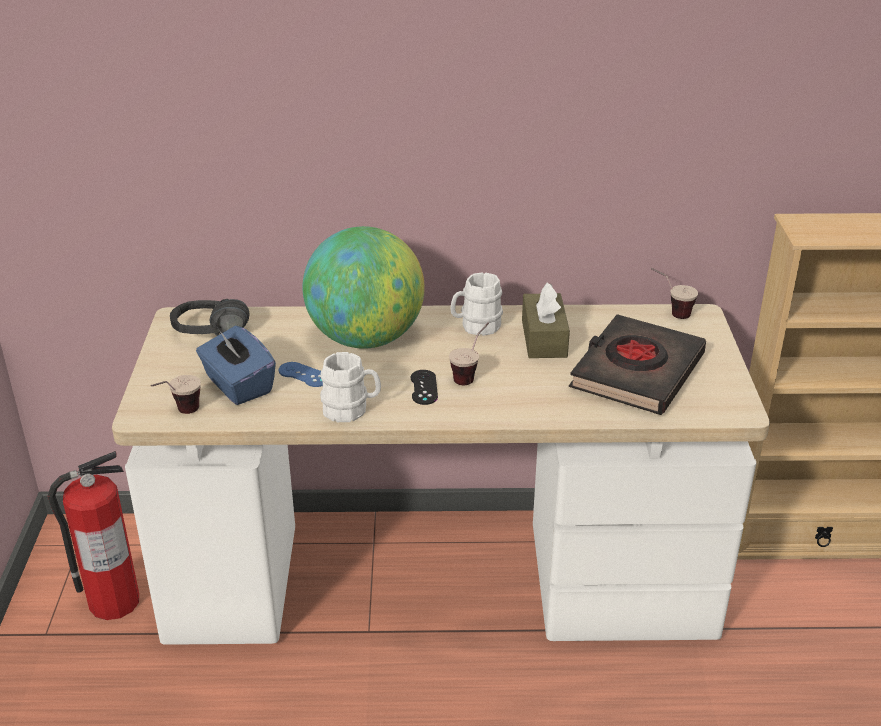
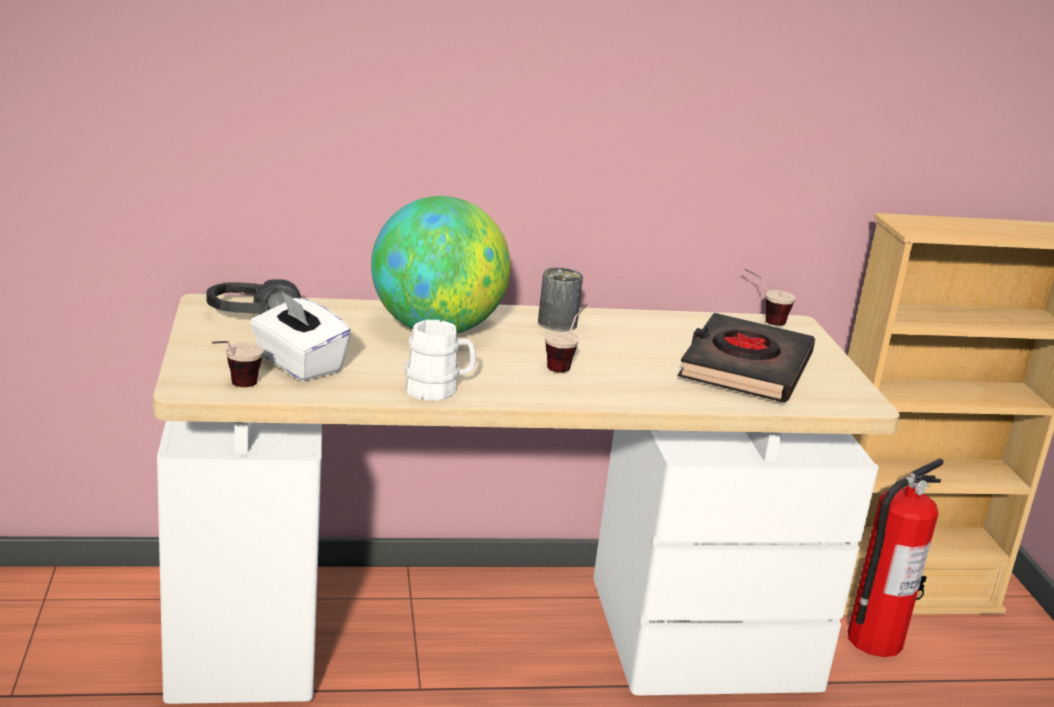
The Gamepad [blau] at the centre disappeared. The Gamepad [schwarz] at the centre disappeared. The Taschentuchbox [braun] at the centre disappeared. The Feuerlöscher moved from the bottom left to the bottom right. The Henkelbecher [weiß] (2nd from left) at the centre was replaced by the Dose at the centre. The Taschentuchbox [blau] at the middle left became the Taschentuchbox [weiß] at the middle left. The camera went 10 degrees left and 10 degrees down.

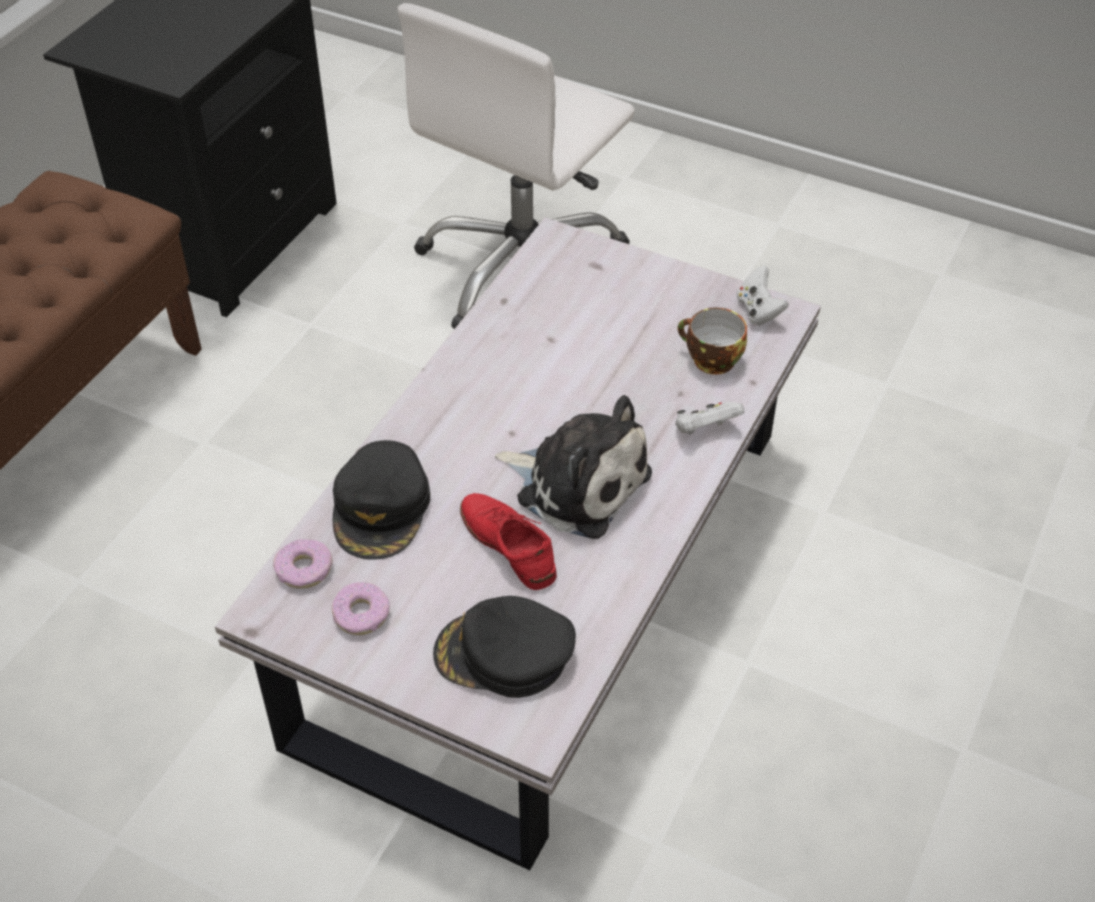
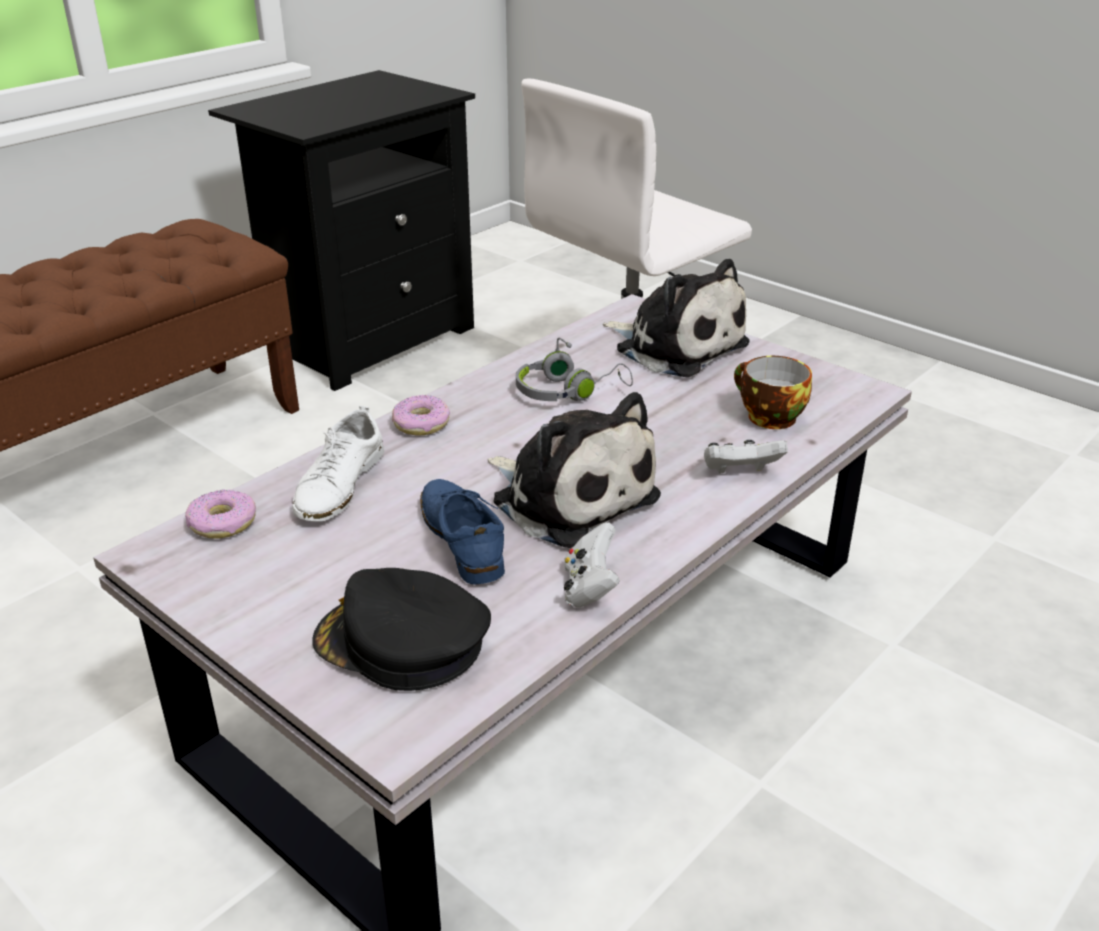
The Kopfhörer [grau] at the centre appeared. The Plüschtier (2nd from left) at the centre appeared. The Donut (2nd from left) moved from the bottom left to the centre. The Gamepad [weiß] (2nd from left in the first image) moved from the top right to the centre. The Kappe [schwarz] (1st from left) at the centre was replaced by the Schuh [weiß] at the middle left. The Schuh [rot] at the centre became the Schuh [blau] at the centre. The camera went 15 degrees right and 15 degrees down.

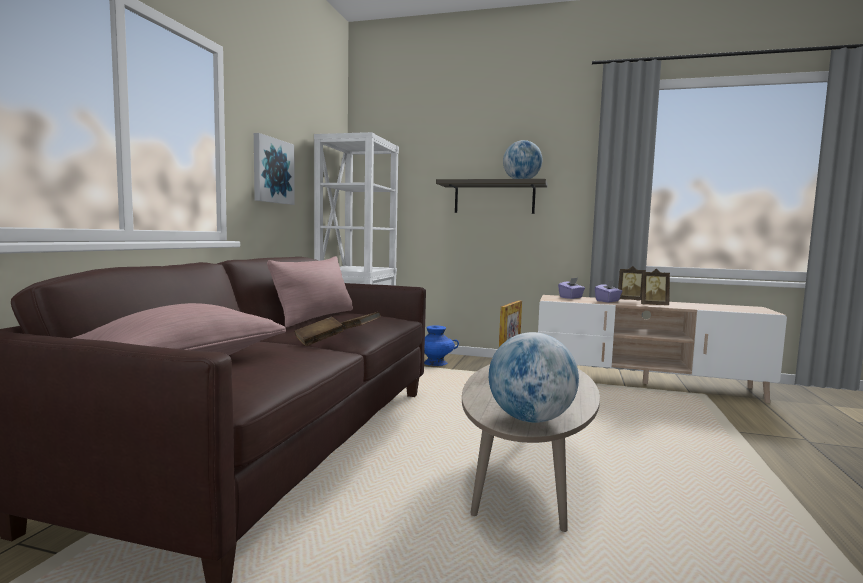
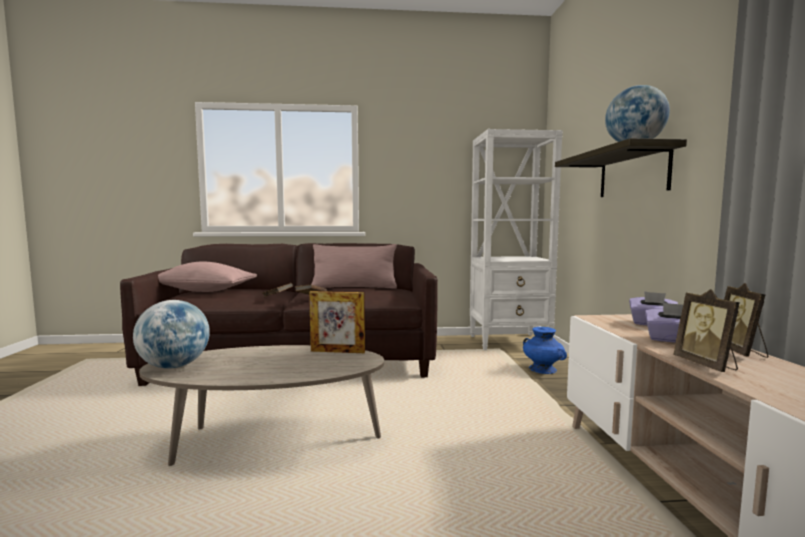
The Bild at the top left disappeared. The camera went 70 degrees right and 0 degrees up.

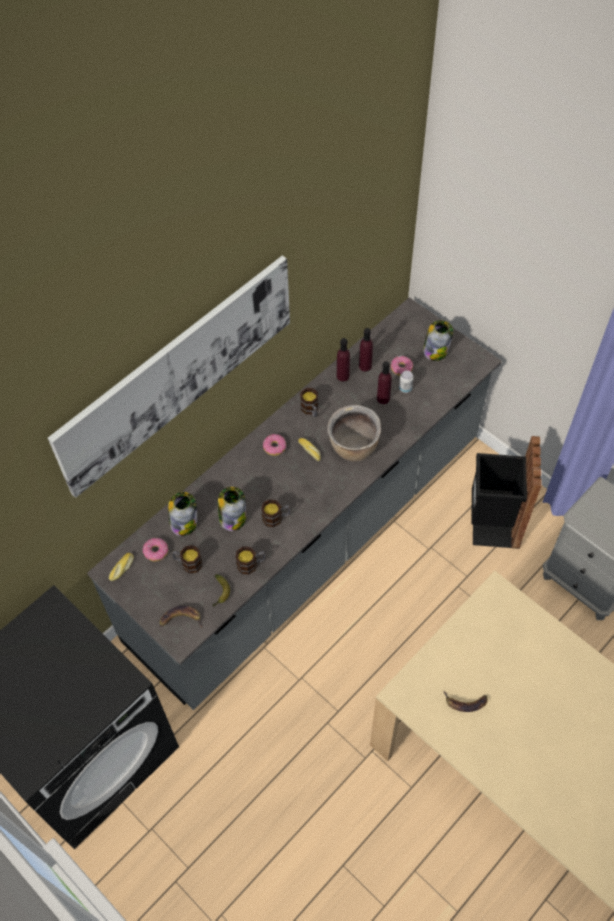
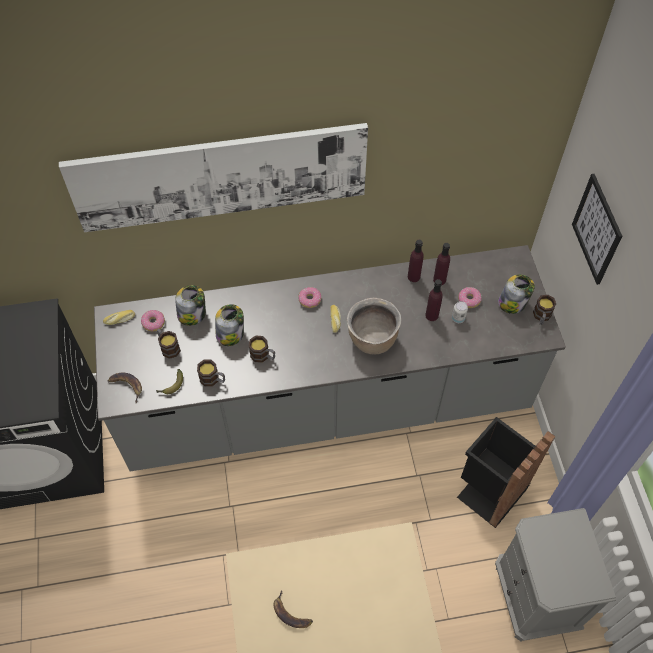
The Bild (2nd from left) at the middle right appeared. The Henkelbecher (4th from left) moved from the centre to the middle right. The camera went 35 degrees right and 0 degrees up.

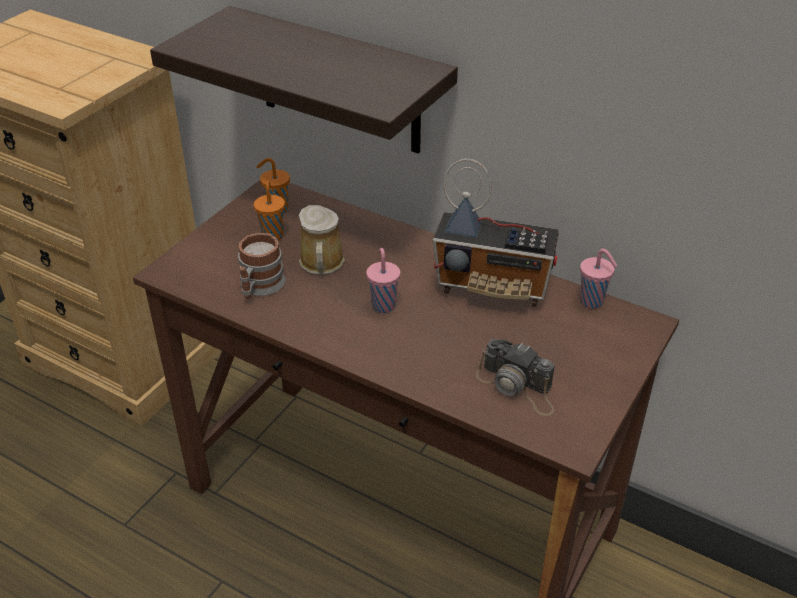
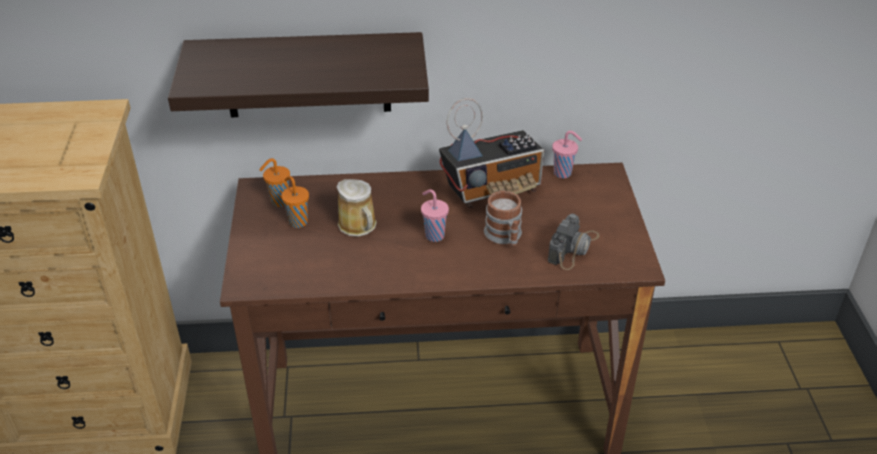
The Henkelbecher (1st from left in the first image) moved from the middle left to the centre. The Kamera at the centre turned 60 degrees counterclockwise. The camera went 35 degrees left and 0 degrees up.

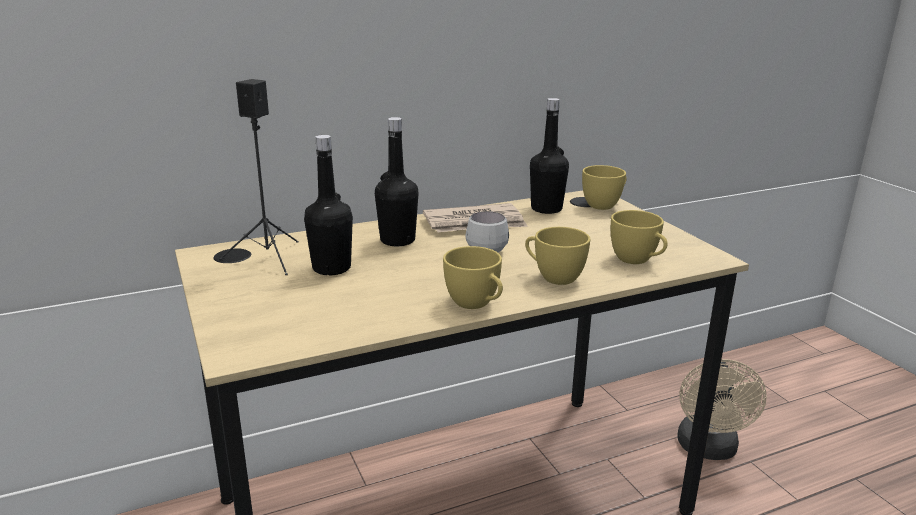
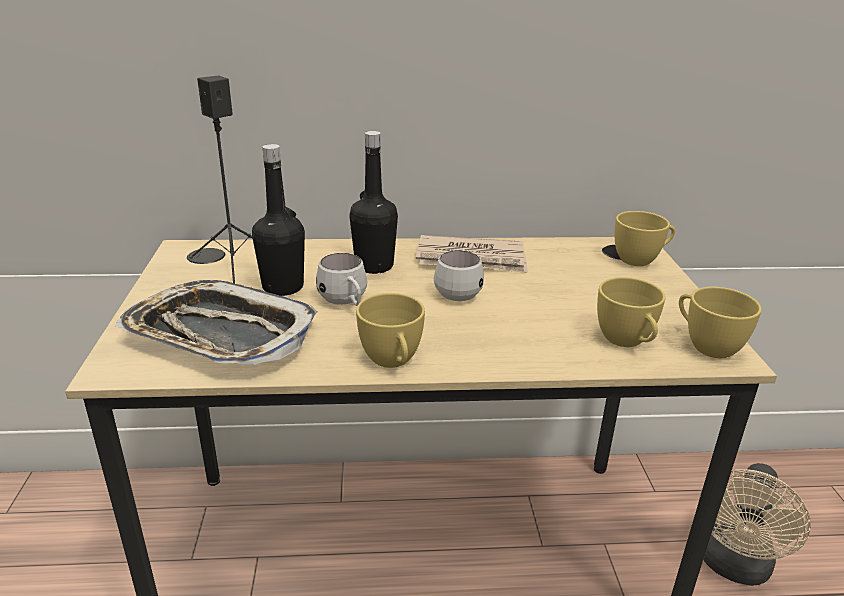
The Flasche [schwarz] (3rd from left) at the top centre disappeared. The Tablett at the middle left appeared. The Henkelbecher [weiß] (1st from left) at the centre appeared. The Tasse [gelb] (2nd from left in the first image) moved from the centre to the middle right. The camera went 20 degrees right and 5 degrees up.

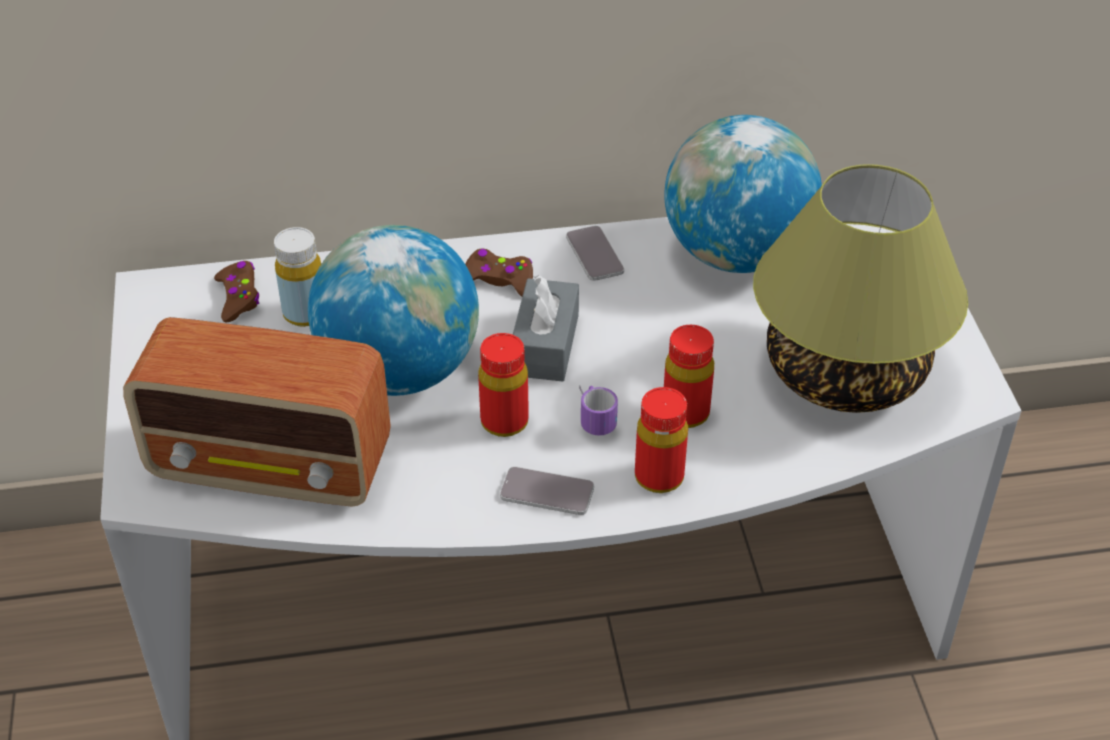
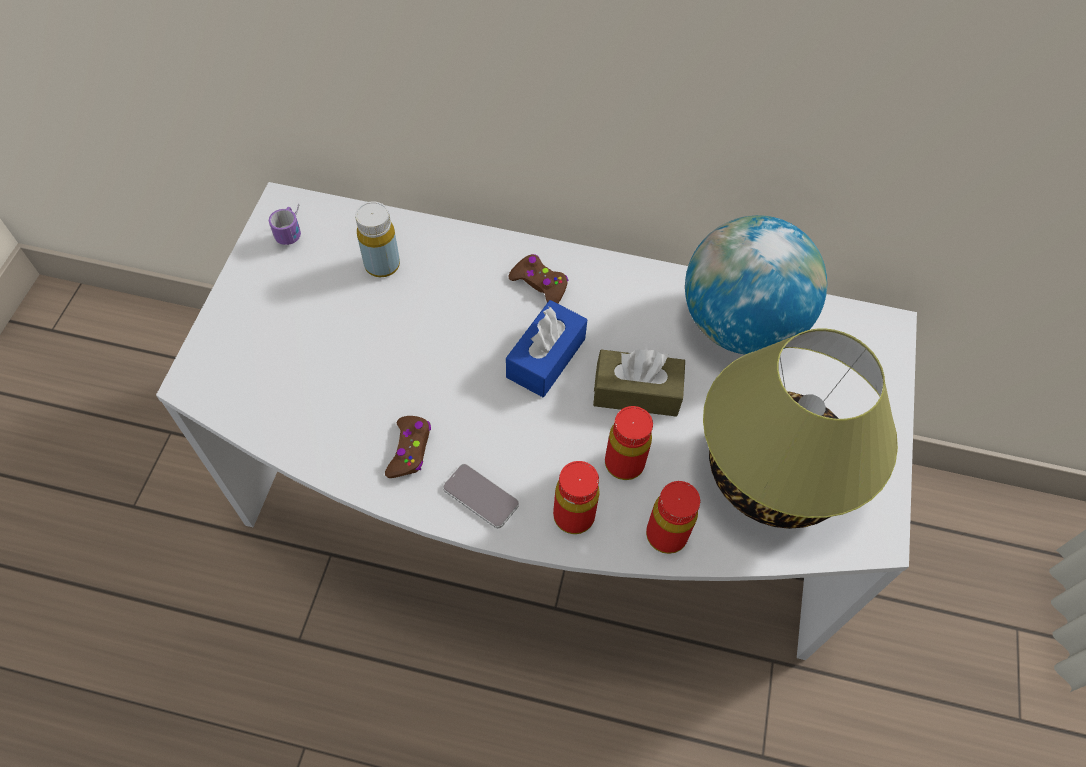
The Radio at the middle left disappeared. The Globus (1st from left) at the centre disappeared. The Handy (2nd from left) at the centre disappeared. The Taschentuchbox [braun] at the centre appeared. The Gamepad [braun] (1st from left) moved from the middle left to the centre. The Flasche [rot] (1st from left in the first image) moved from the centre to the bottom centre. The Henkelbecher moved from the centre to the top left. The Taschentuchbox [grau] at the centre became the Taschentuchbox [blau] at the centre. The camera went 20 degrees right and 15 degrees up.

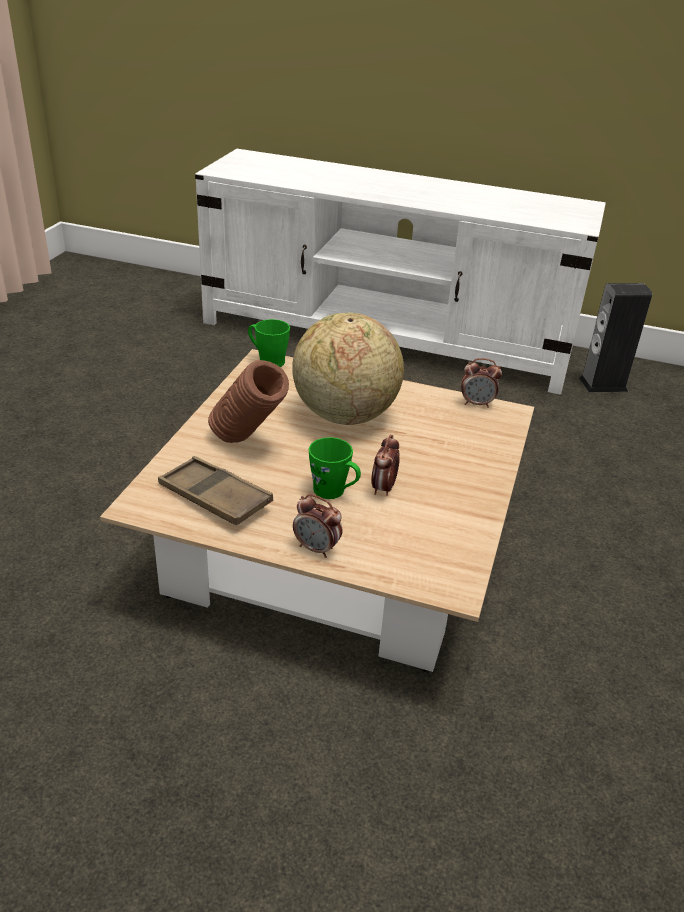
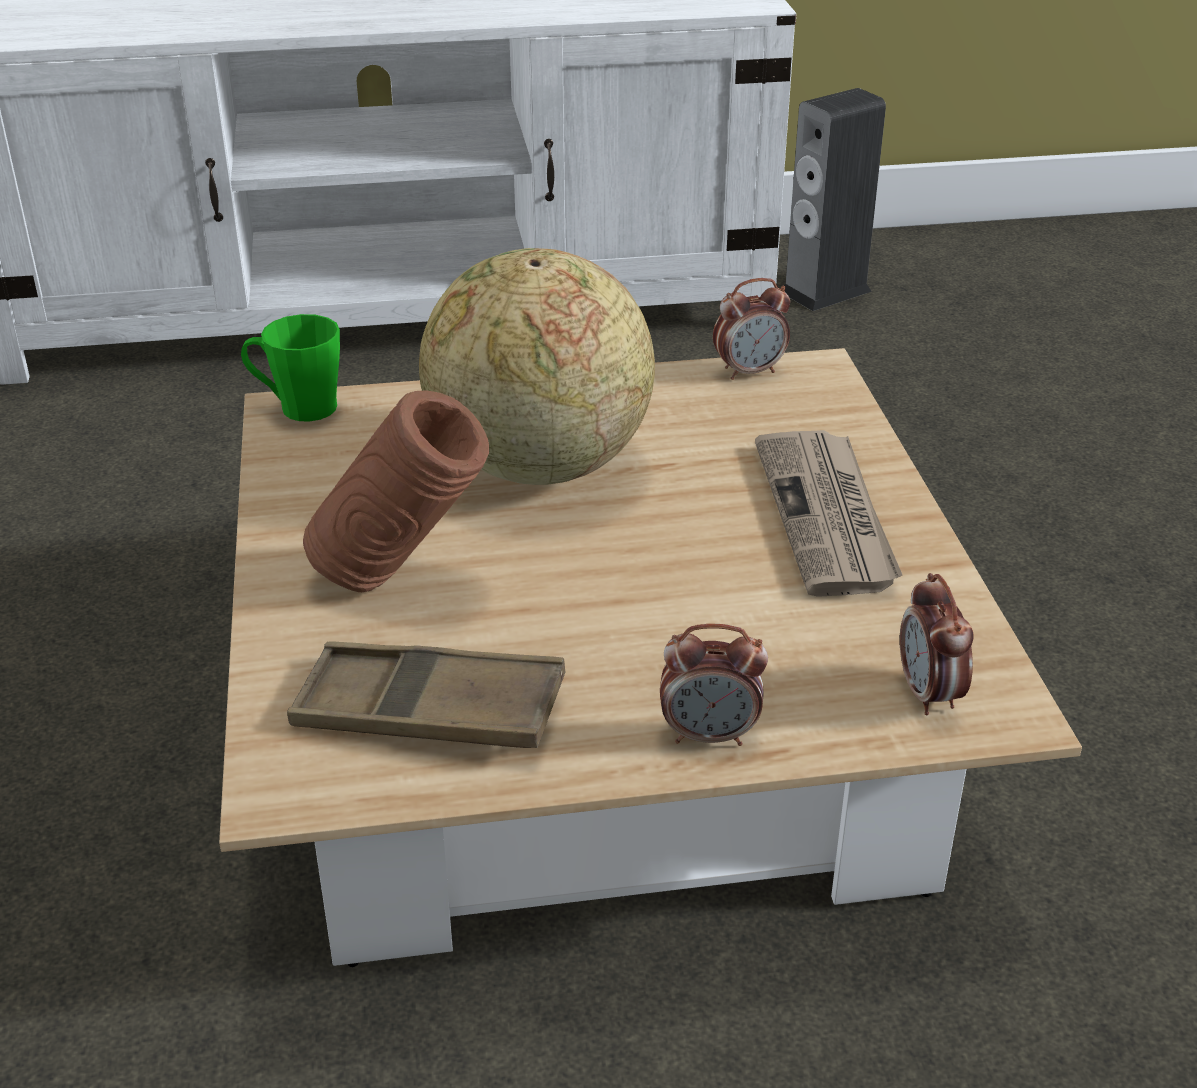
The Henkelbecher [grün] (2nd from left) at the centre disappeared. The Zeitung at the middle right appeared. The Wecker (2nd from left in the first image) moved from the centre to the middle right. The camera went 25 degrees left and 0 degrees up.

